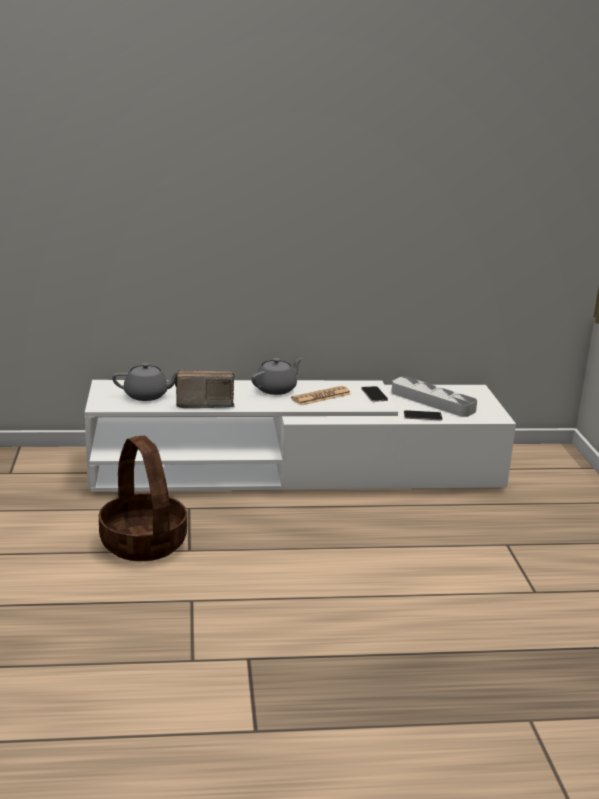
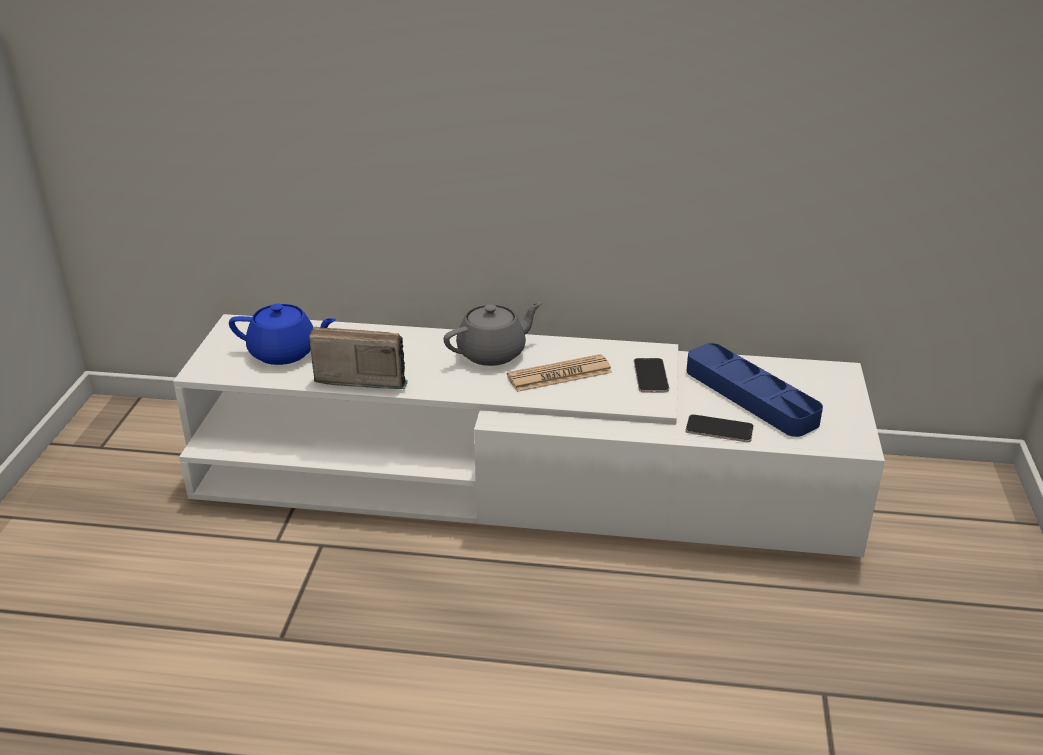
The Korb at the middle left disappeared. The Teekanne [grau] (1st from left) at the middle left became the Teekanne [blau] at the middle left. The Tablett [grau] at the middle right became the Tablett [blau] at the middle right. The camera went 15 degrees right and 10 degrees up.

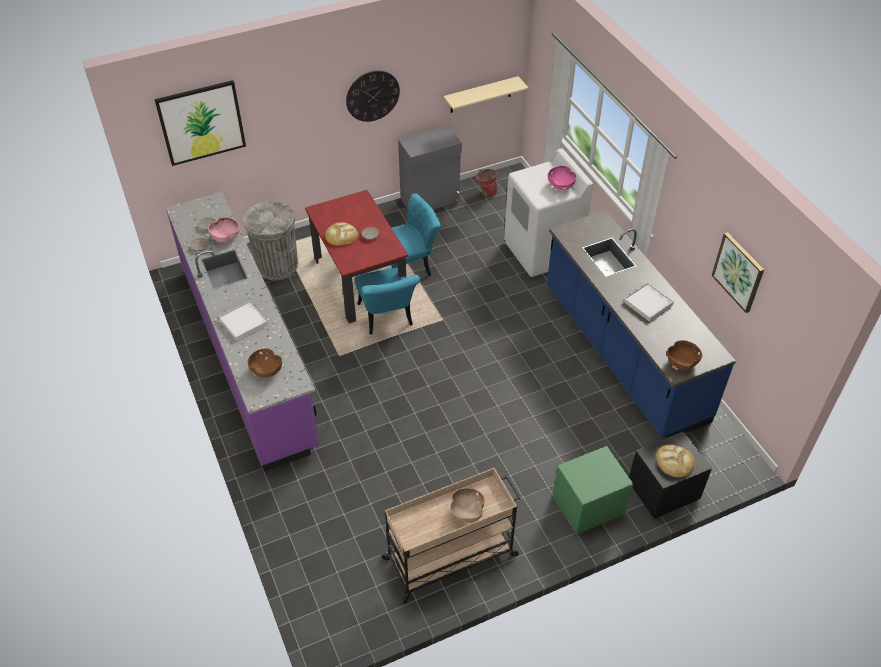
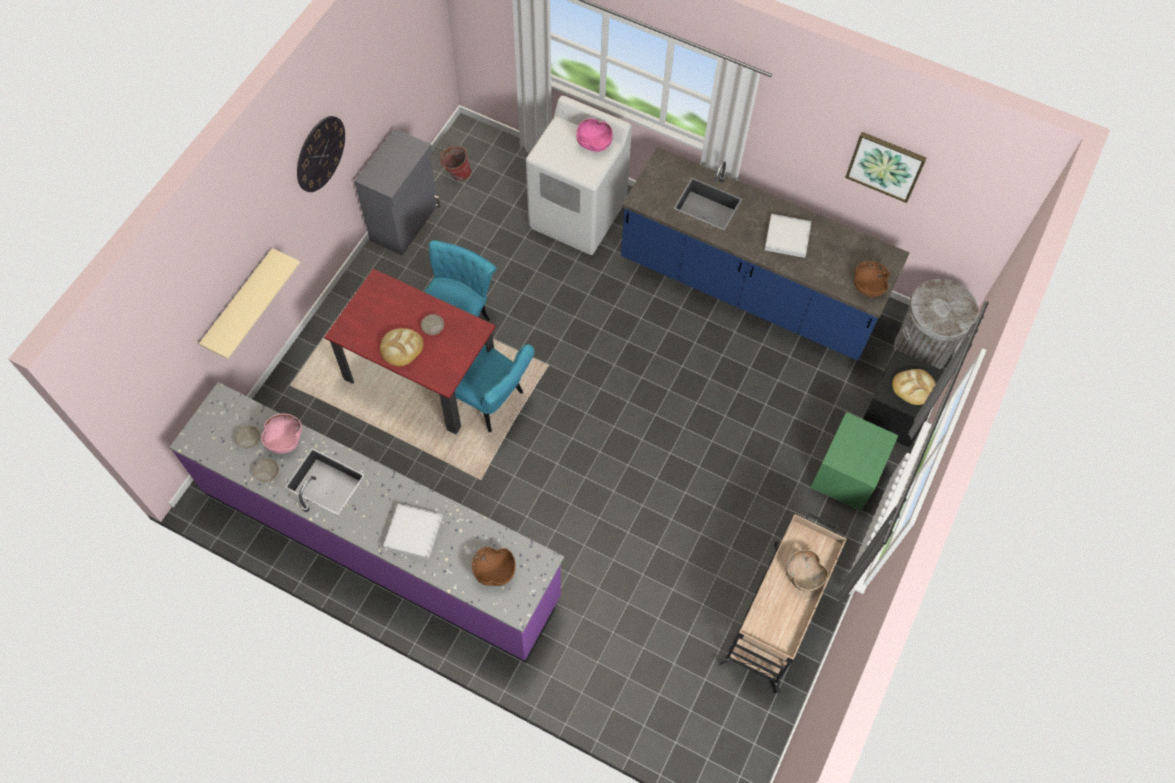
The Bild (1st from left) at the top left disappeared. The Mülleimer [grau] moved from the middle left to the middle right. The Wandregal [beige] moved from the top centre to the middle left. The camera went 40 degrees left and 15 degrees up.

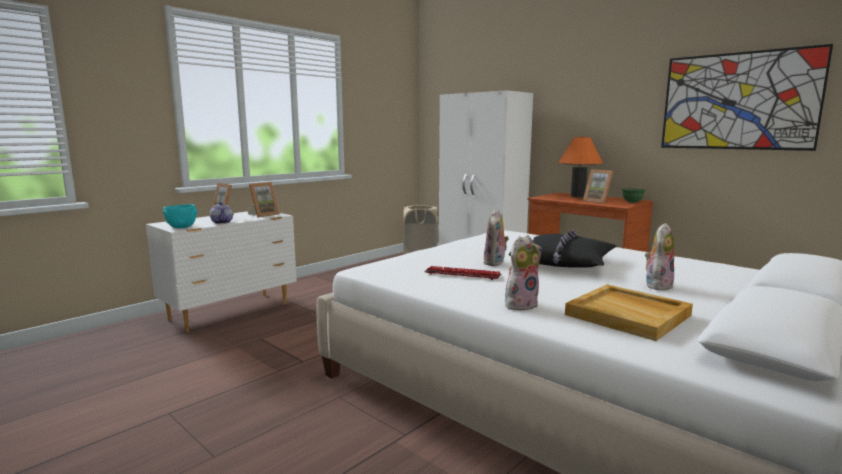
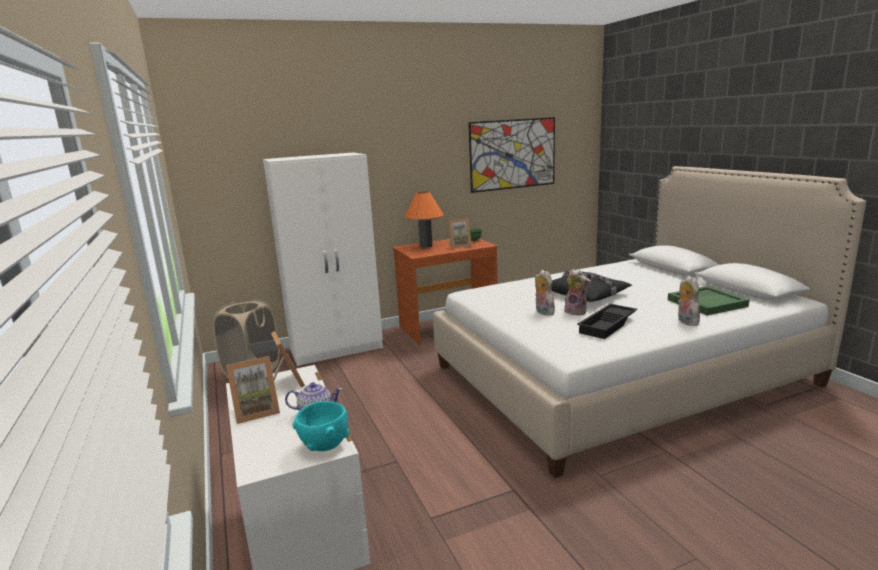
The Plüschtier (3rd from left in the first image) moved from the middle right to the centre. The Tastatur at the centre was replaced by the Tablett [schwarz] at the middle right. The Tablett [beige] at the middle right became the Tablett [grün] at the middle right. The camera went 65 degrees left and 5 degrees up.

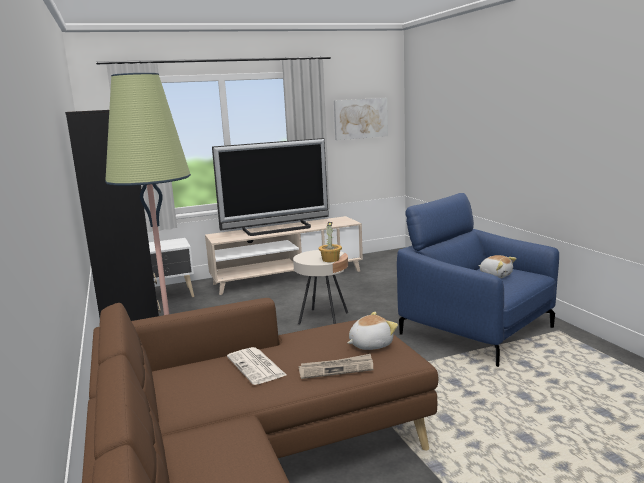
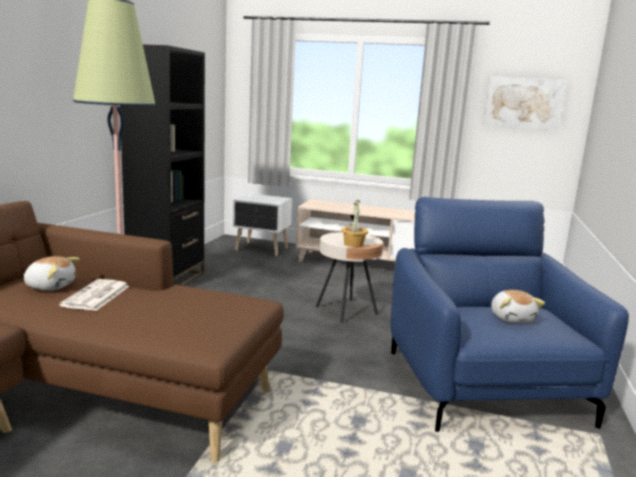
The Fernseher at the centre disappeared. The Zeitung (2nd from left) at the bottom centre disappeared. The Plüschtier (1st from left) moved from the bottom centre to the middle left. The camera went 35 degrees right and 0 degrees up.

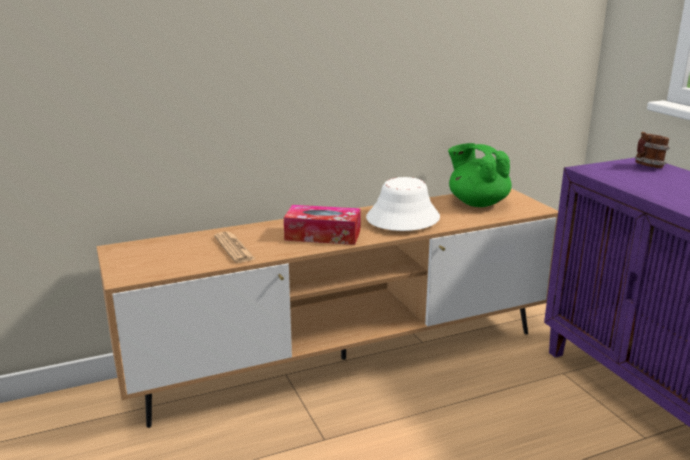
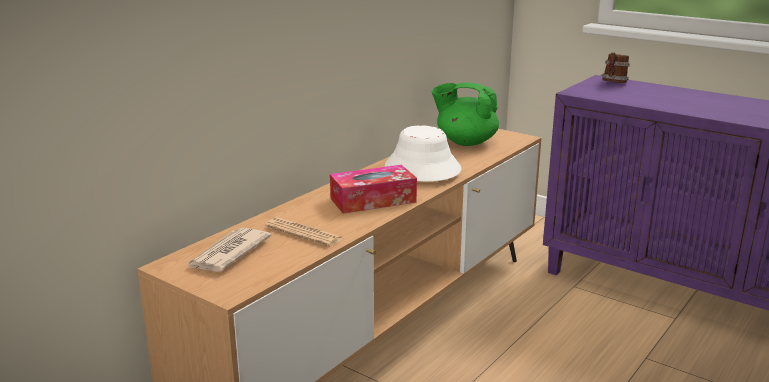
The Zeitung (1st from left) at the middle left appeared. The camera went 30 degrees left and 0 degrees up.

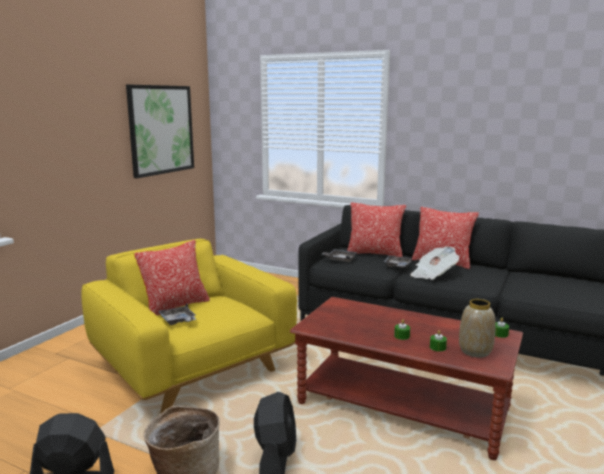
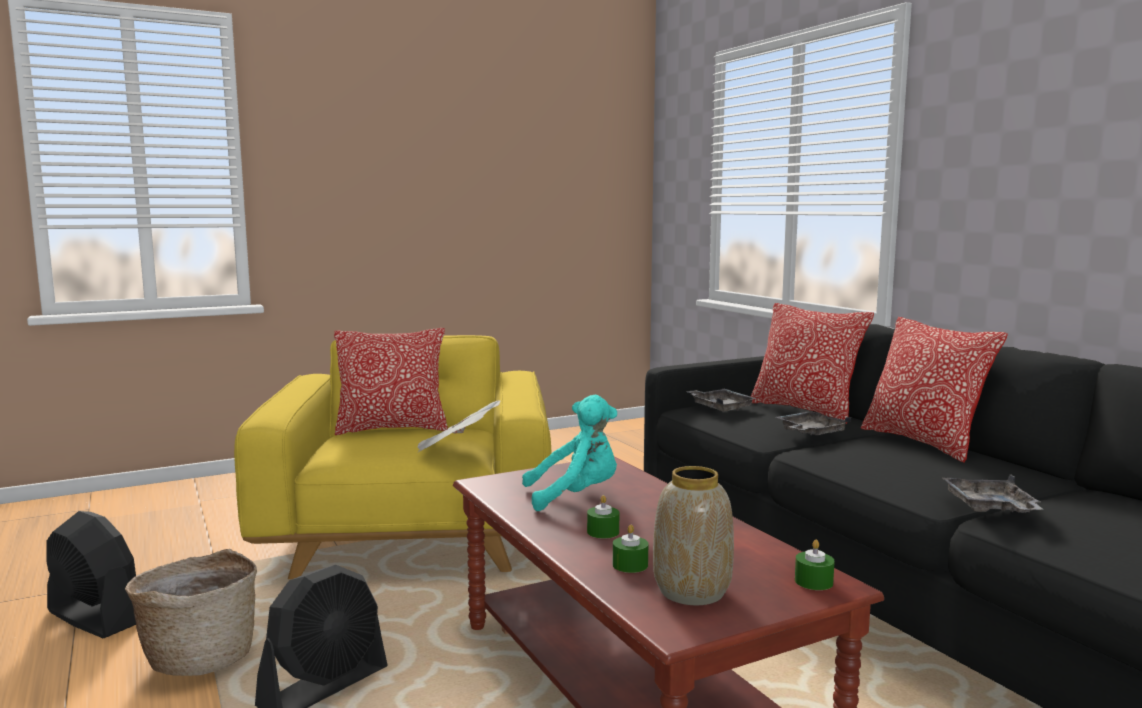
The Bild at the top left disappeared. The Plüschtier [türkis] at the centre appeared. The Tablett [grau] (1st from left in the first image) moved from the middle left to the bottom right. The Zeitung moved from the middle right to the centre. The camera went 35 degrees right and 5 degrees down.

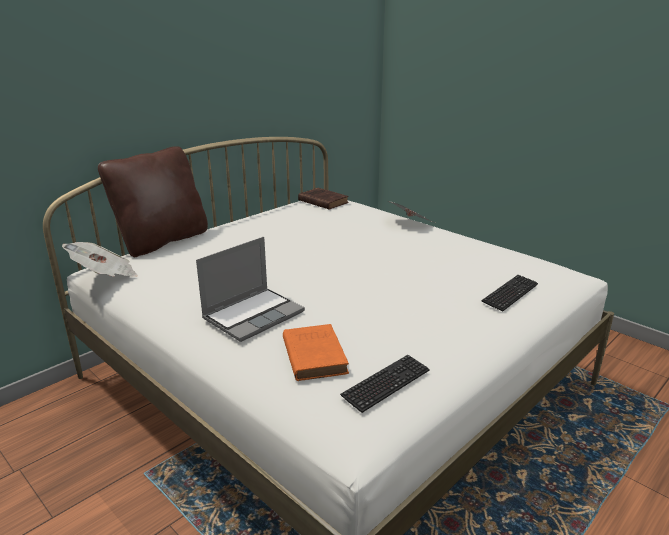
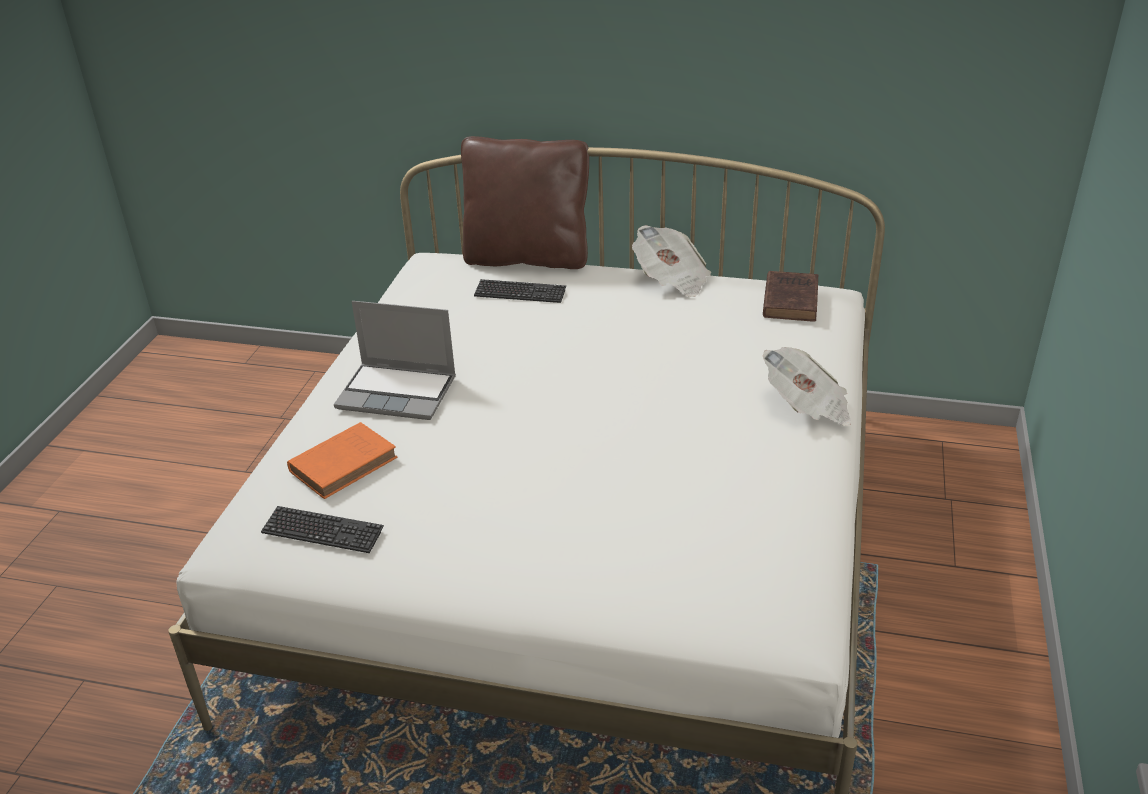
The Zeitung (1st from left) moved from the middle left to the top centre. The Tastatur (2nd from left) moved from the middle right to the centre. The camera went 60 degrees right and 10 degrees up.

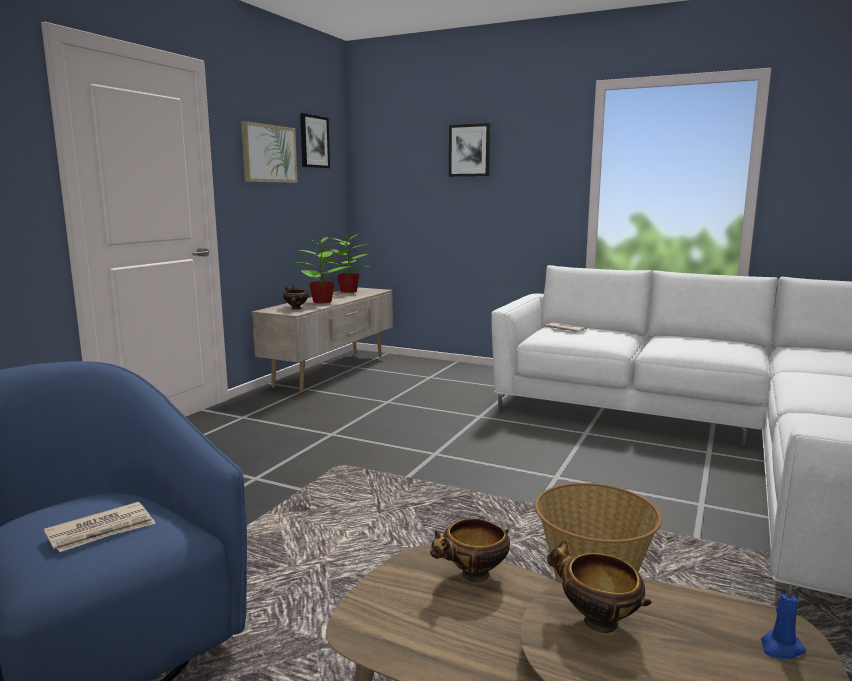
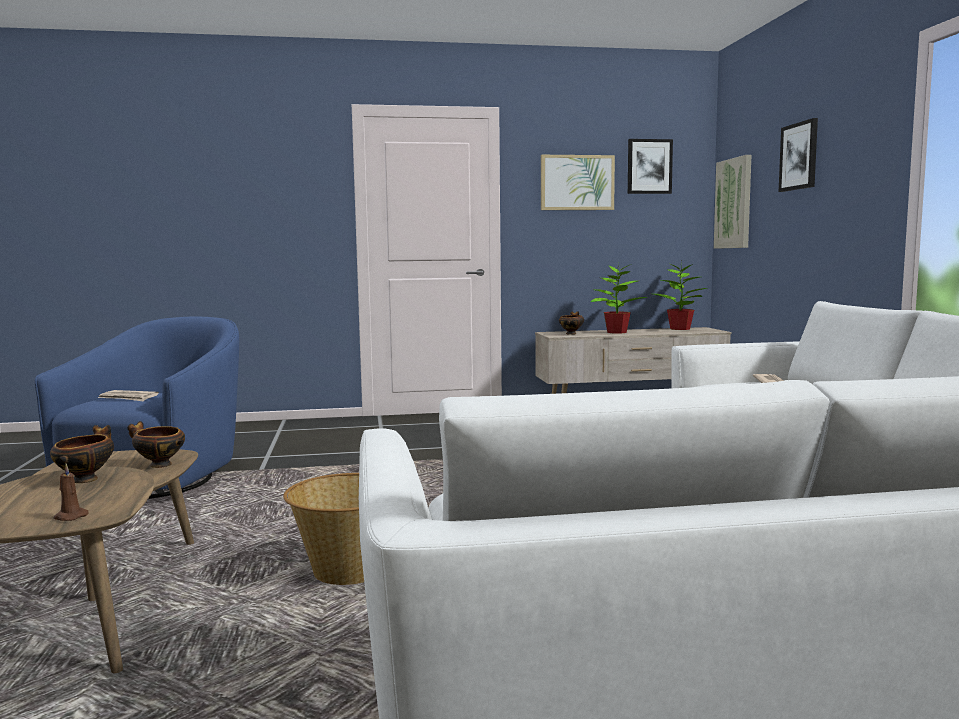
The Bild (3rd from left) at the top right appeared. The Kerze [blau] at the bottom right became the Kerze [braun] at the bottom left. The camera went 55 degrees right and 5 degrees down.

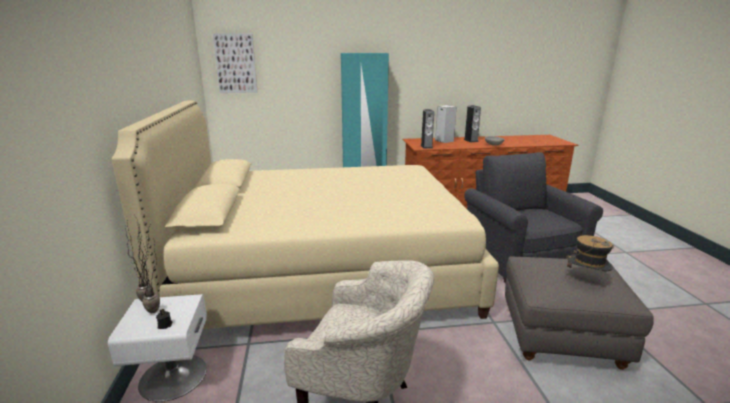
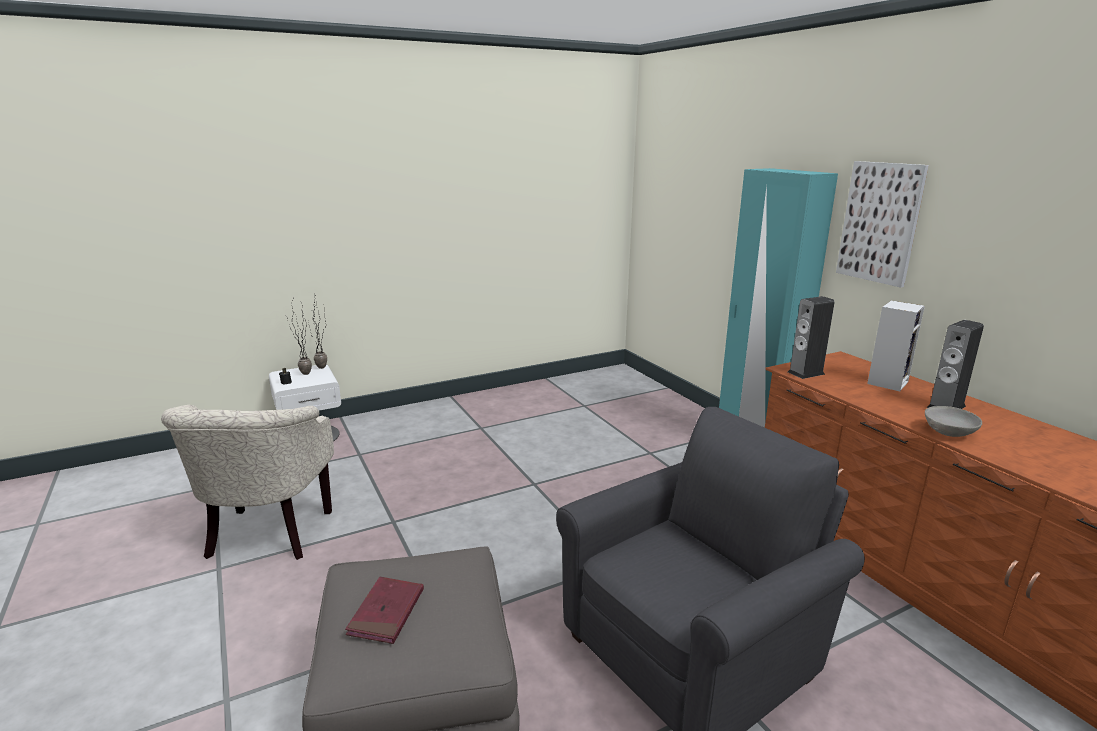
The Bett [beige] at the centre disappeared. The Bild moved from the top left to the top right. The Hut at the middle right was replaced by the Buch [rot] at the bottom centre. The camera went 70 degrees right and 0 degrees up.

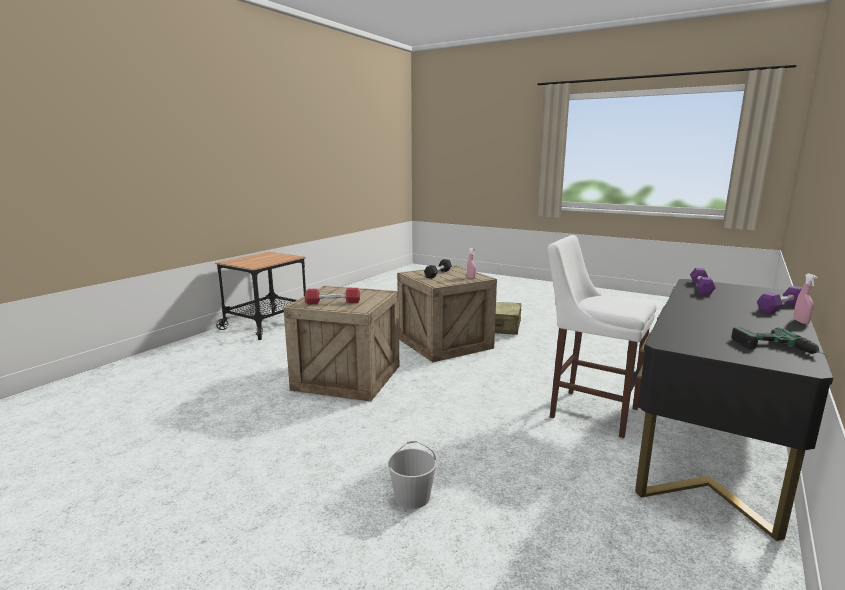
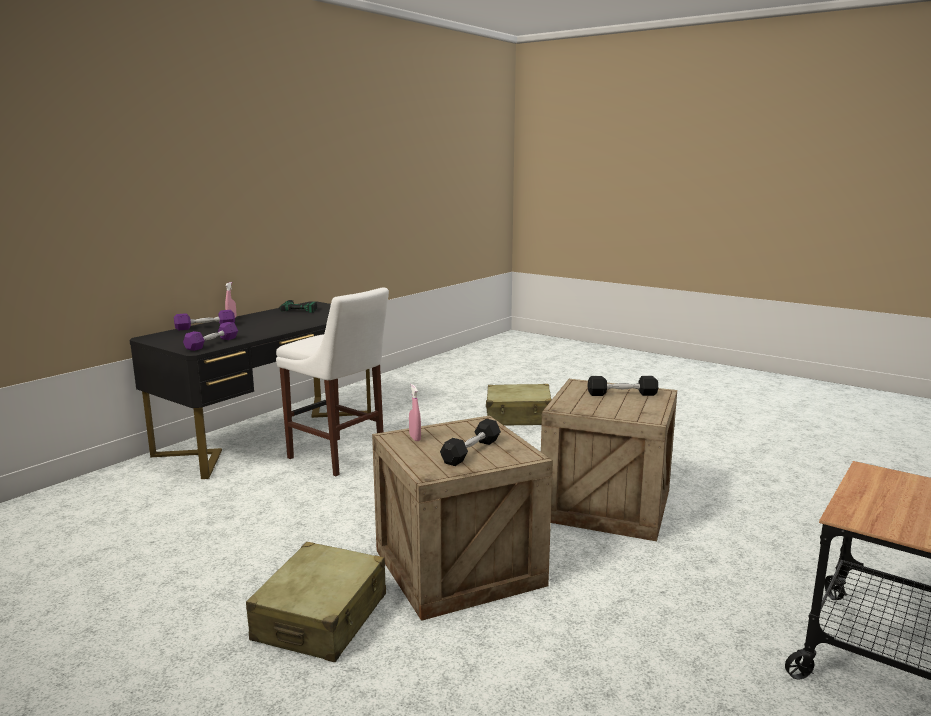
The Eimer [weiß] at the bottom centre was replaced by the Koffer [beige] (2nd from left) at the centre. The Hantel [rot] at the centre became the Hantel [schwarz] (2nd from left) at the middle right. The camera went 175 degrees left and 0 degrees up.

